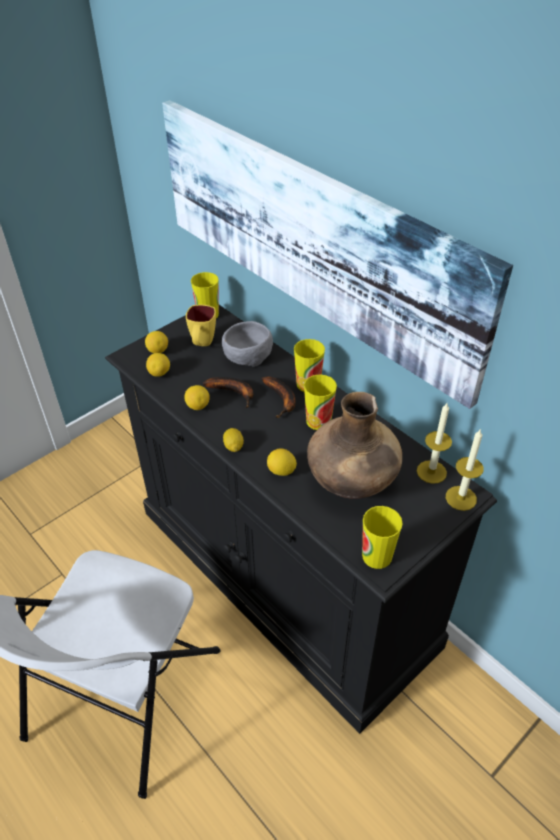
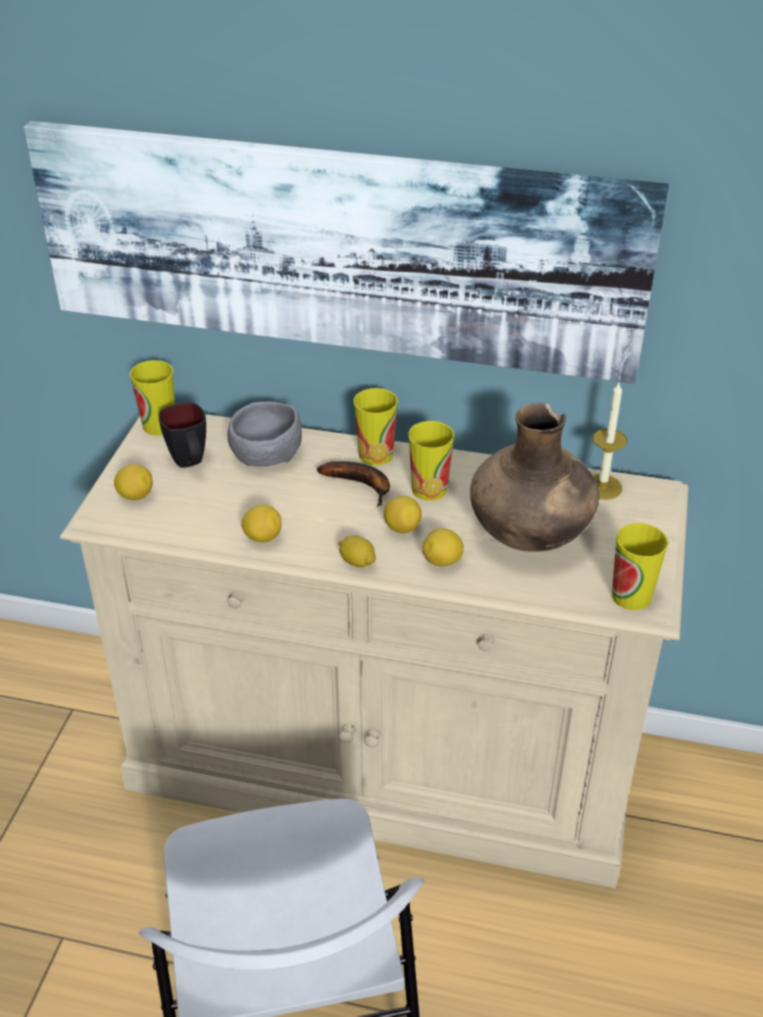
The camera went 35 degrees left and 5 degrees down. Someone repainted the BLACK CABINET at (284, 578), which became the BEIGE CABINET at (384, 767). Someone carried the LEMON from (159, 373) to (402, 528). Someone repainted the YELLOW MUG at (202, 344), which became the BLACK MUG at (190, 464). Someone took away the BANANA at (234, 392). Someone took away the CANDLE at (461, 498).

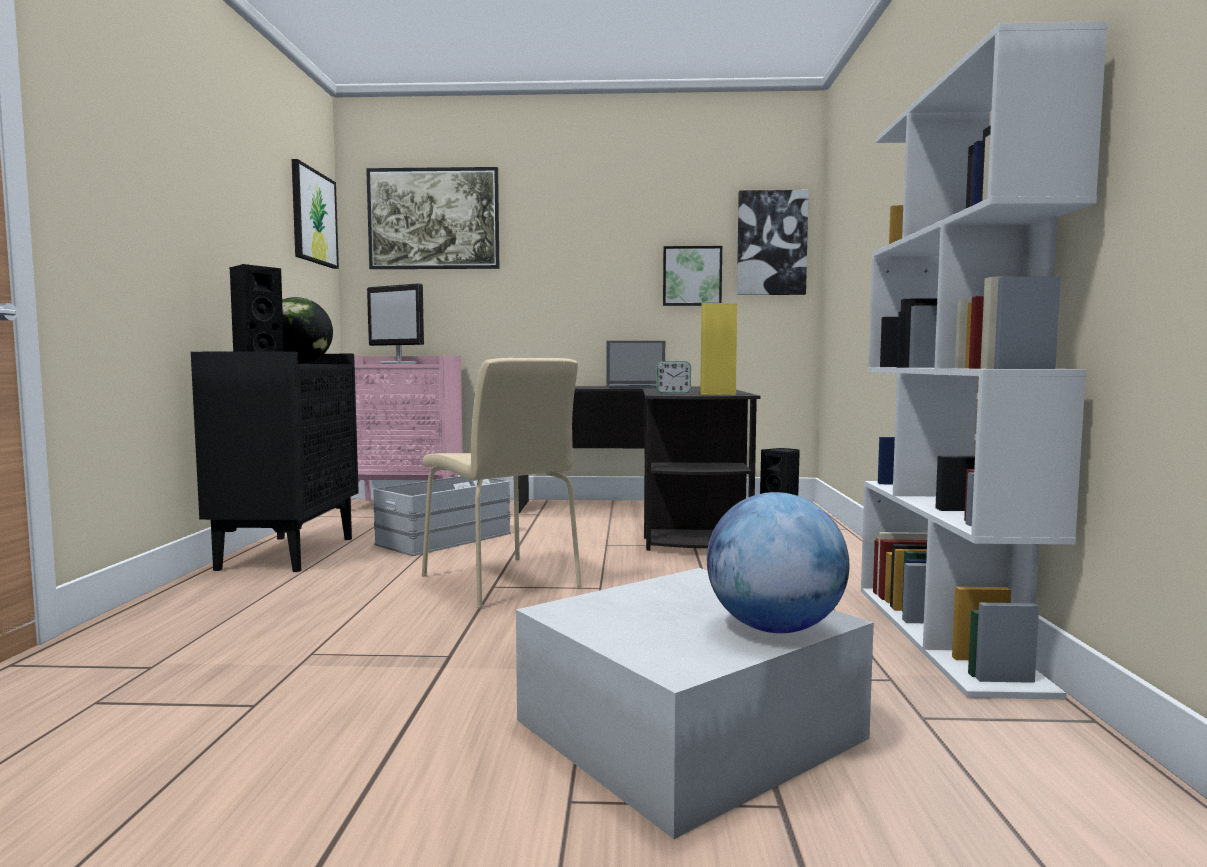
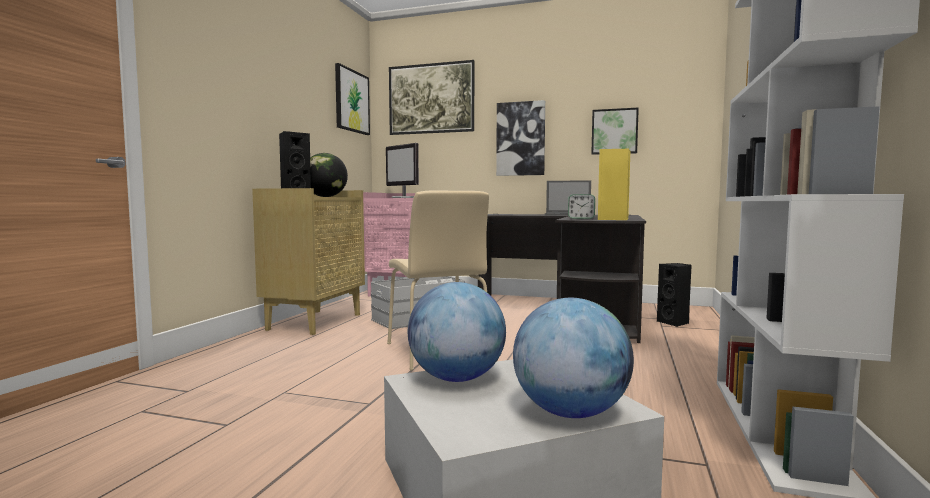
The camera went 15 degrees right and 0 degrees up. Someone repainted the BLACK CABINET at (288, 553), which became the BEIGE CABINET at (315, 322). Someone carried the PICTURE from (771, 243) to (520, 139). Someone put down the GLOBE at (457, 378).

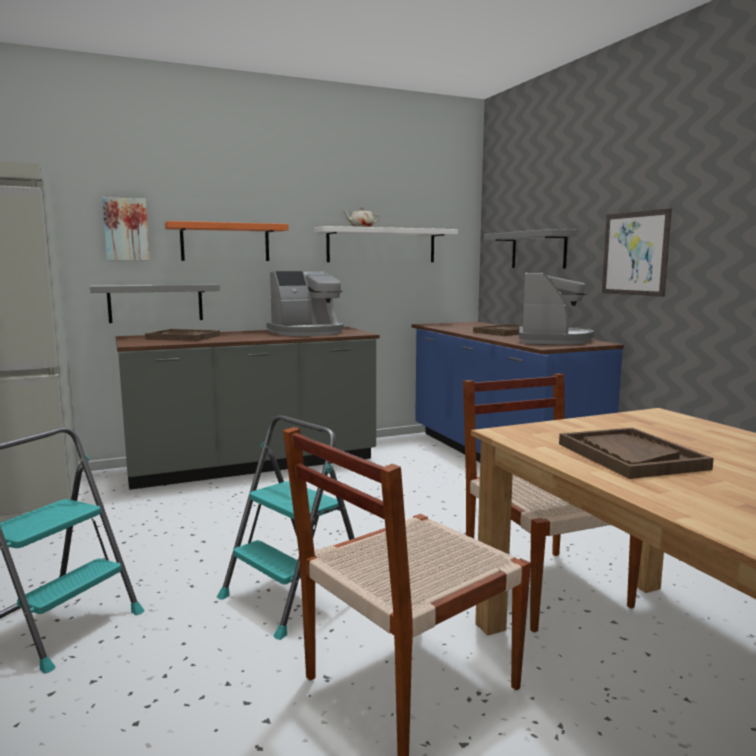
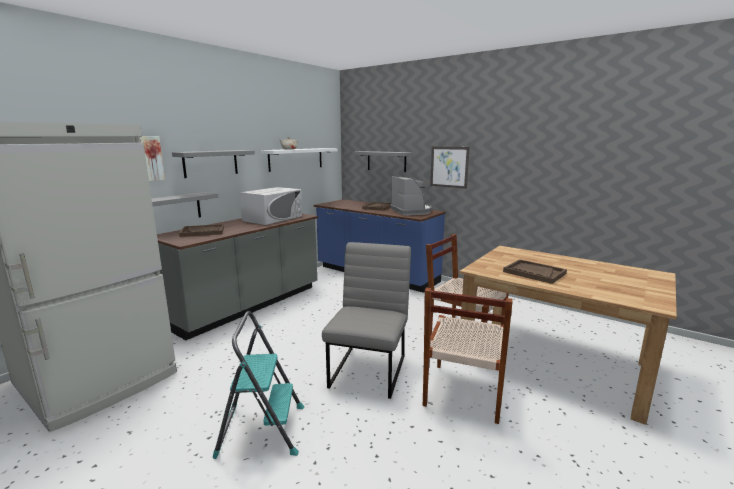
The camera went 30 degrees left and 5 degrees up. Someone repainted the ORANGE SHELF at (225, 242), which became the GREY SHELF at (211, 163). Someone swapped the TURQUOISE STEP LADDER at (300, 592) for the GREY CHAIR at (369, 369). Someone swapped the COFFEE MACHINE at (307, 332) for the WHITE MICROWAVE at (273, 218).

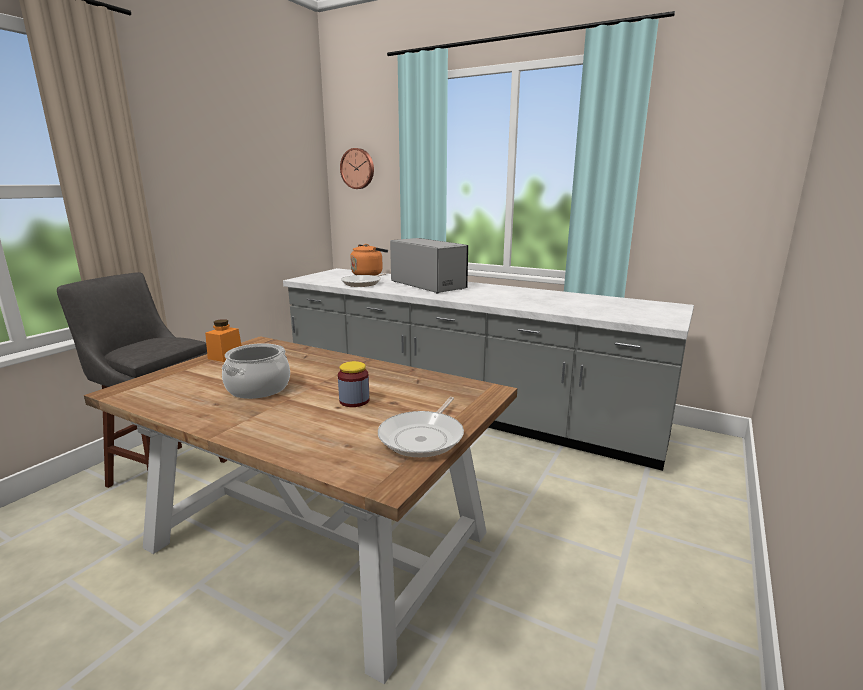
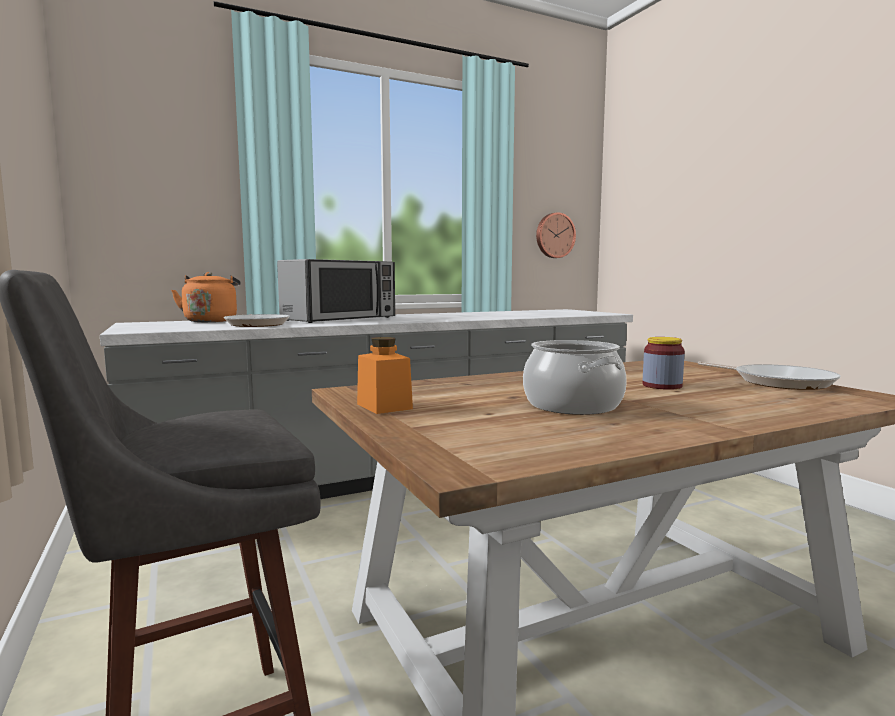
The camera went 55 degrees left and 10 degrees down. Someone carried the WALL CLOCK from (358, 168) to (554, 235). Someone rotated the MICROWAVE at (428, 285) by 135 degrees clockwise.

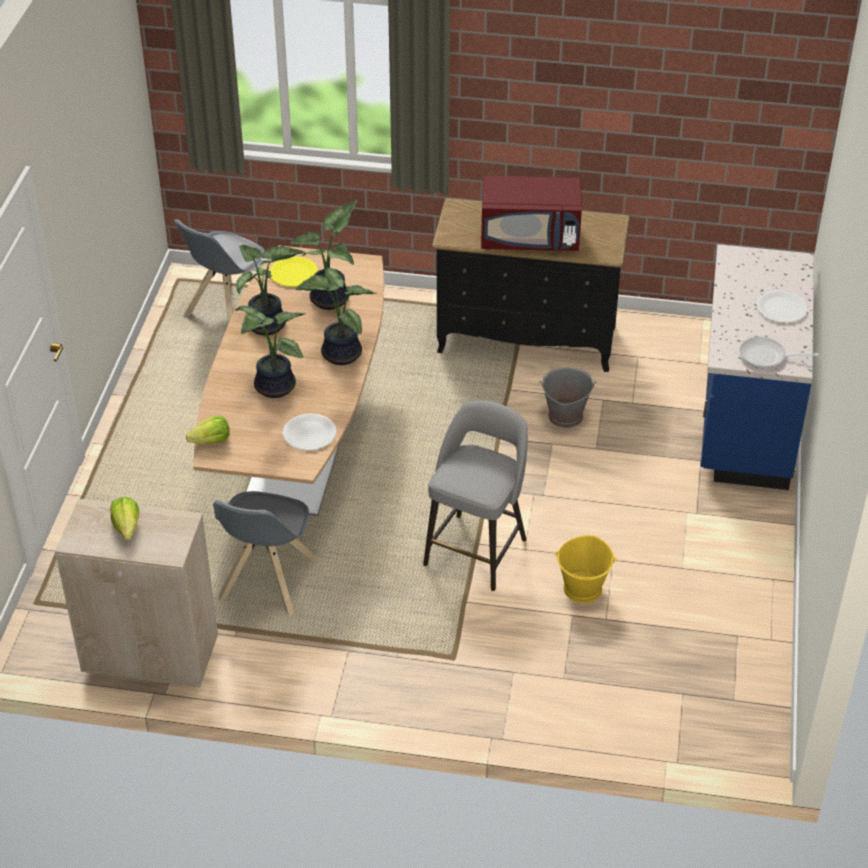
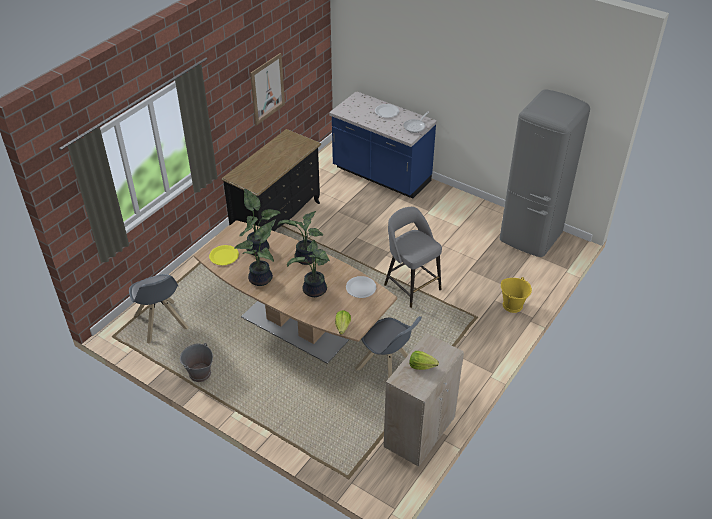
The camera went 65 degrees left and 0 degrees up. Someone took away the RED MICROWAVE at (530, 238). Someone carried the GREY BUCKET from (565, 416) to (199, 374). Someone carried the YELLOW BUCKET from (583, 589) to (513, 305). Someone put up the PICTURE at (267, 89). Someone put down the GREY FRIDGE at (530, 237).

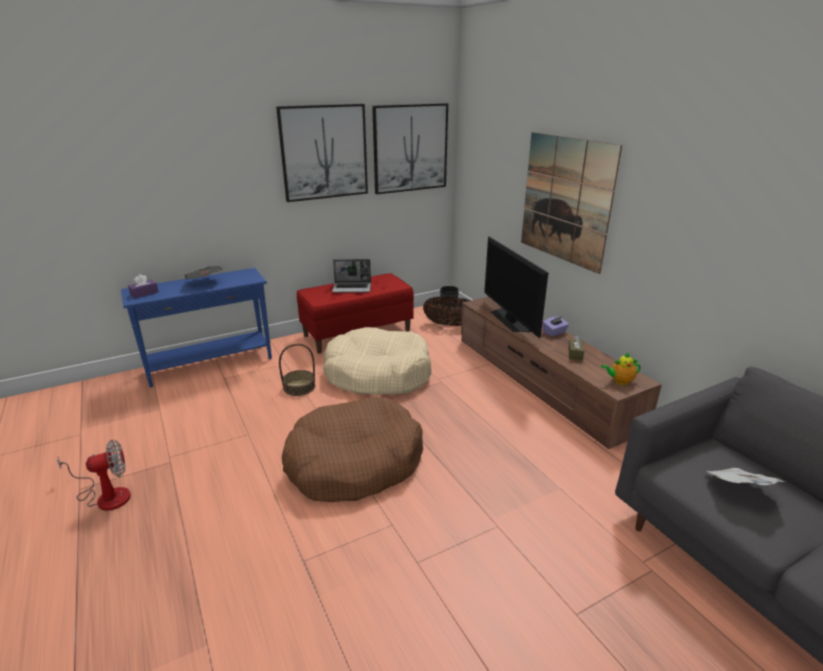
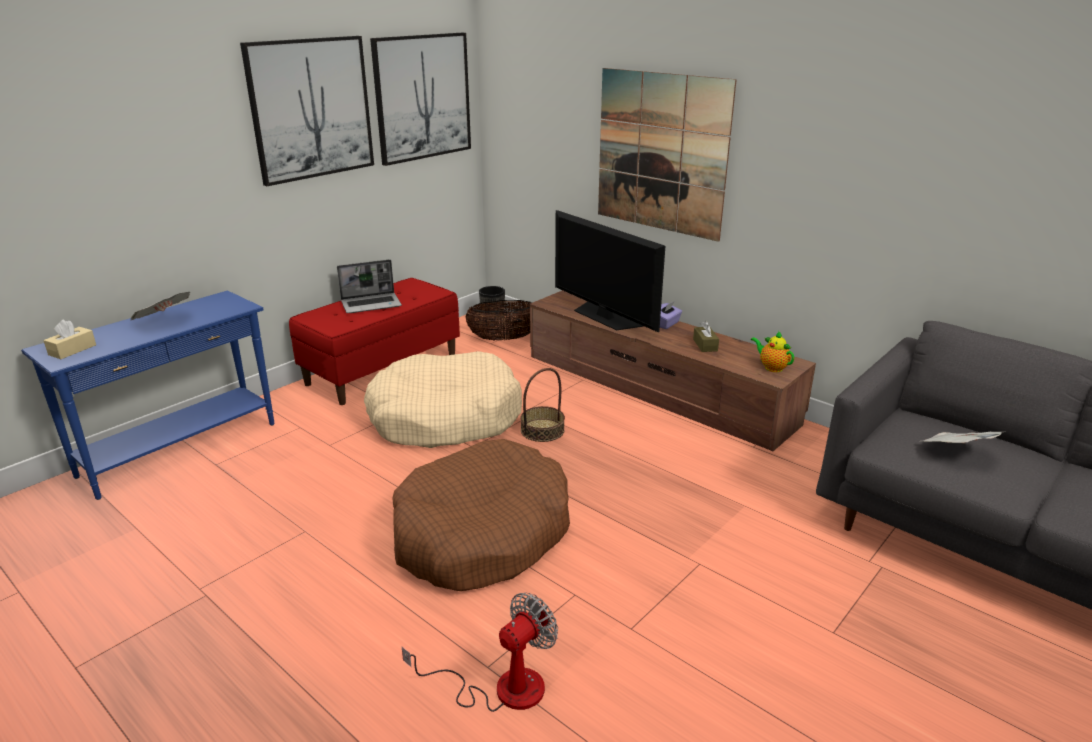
The camera went 20 degrees left and 0 degrees up. Someone carried the FAN from (106, 496) to (501, 688). Someone repainted the PURPLE TISSUE BOX at (144, 293), which became the BEIGE TISSUE BOX at (72, 350). Someone carried the BASKET from (299, 387) to (542, 430). Someone rotated the TEAPOT at (619, 381) by 75 degrees clockwise.

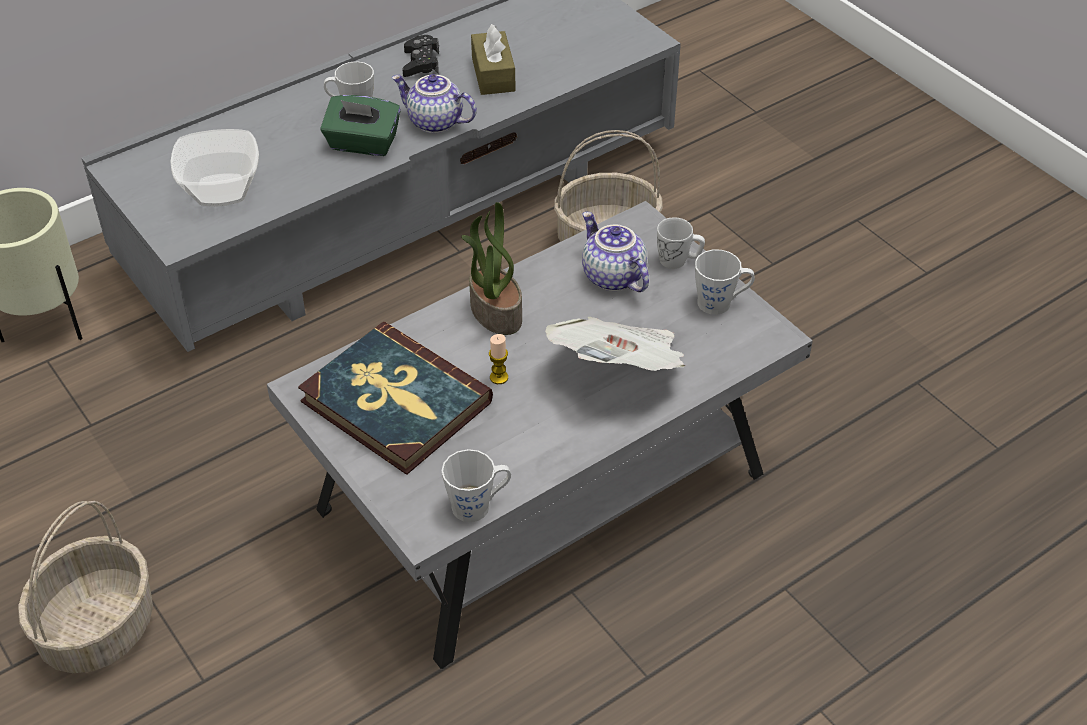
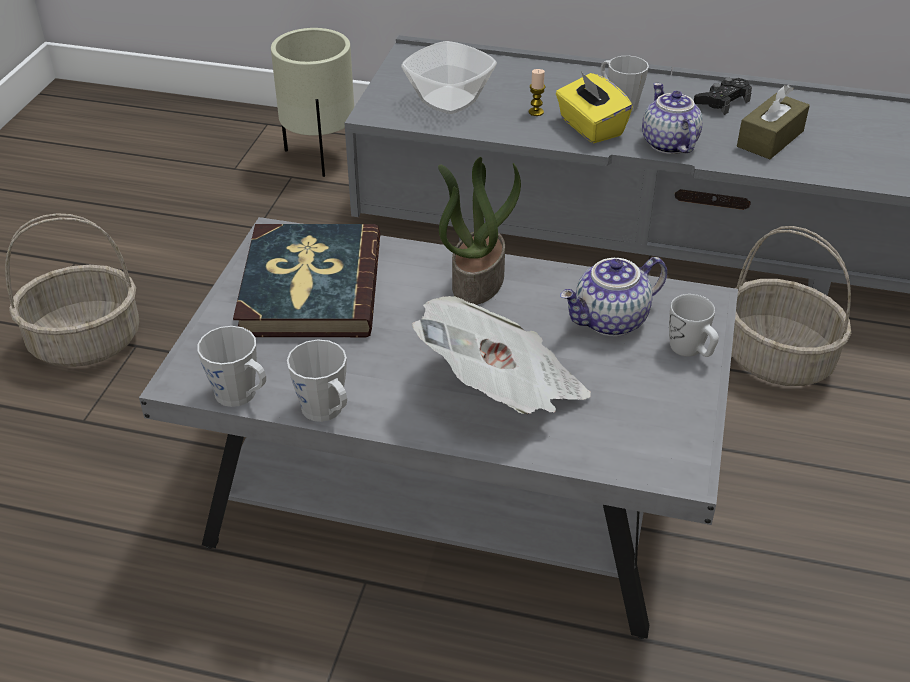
The camera went 50 degrees right and 5 degrees down. Someone repainted the GREEN TISSUE BOX at (362, 144), which became the YELLOW TISSUE BOX at (590, 127). Someone carried the CANDLE from (499, 377) to (536, 112). Someone rotated the TEAPOT at (611, 277) by 135 degrees counterclockwise. Someone carried the GREY MUG from (721, 303) to (326, 412).

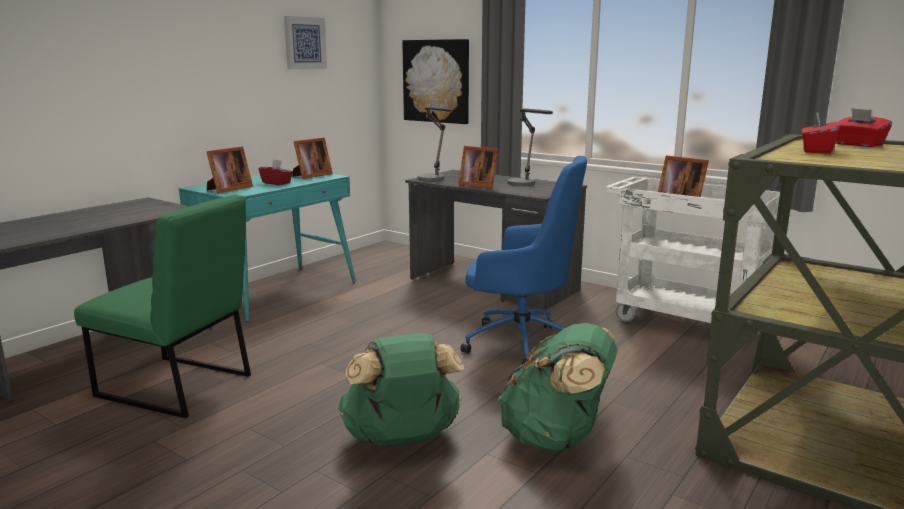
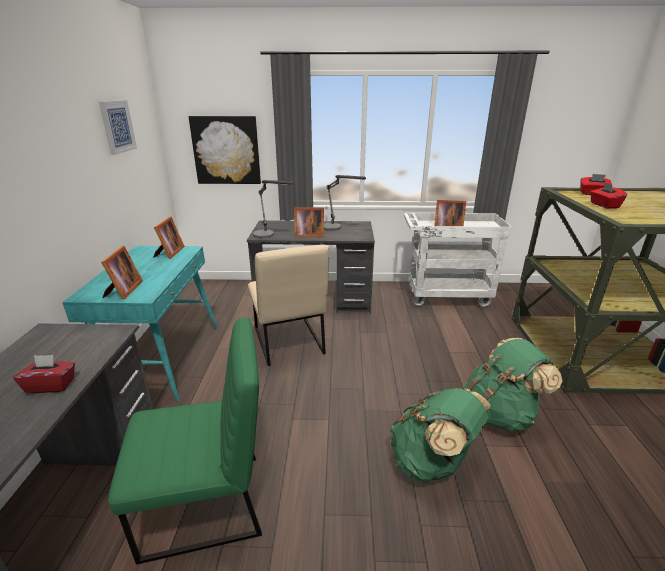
The camera went 35 degrees left and 10 degrees up. Someone carried the RED TISSUE BOX from (276, 183) to (51, 385). Someone took away the BLUE OFFICE CHAIR at (521, 344). Someone put down the BEIGE CHAIR at (288, 342).

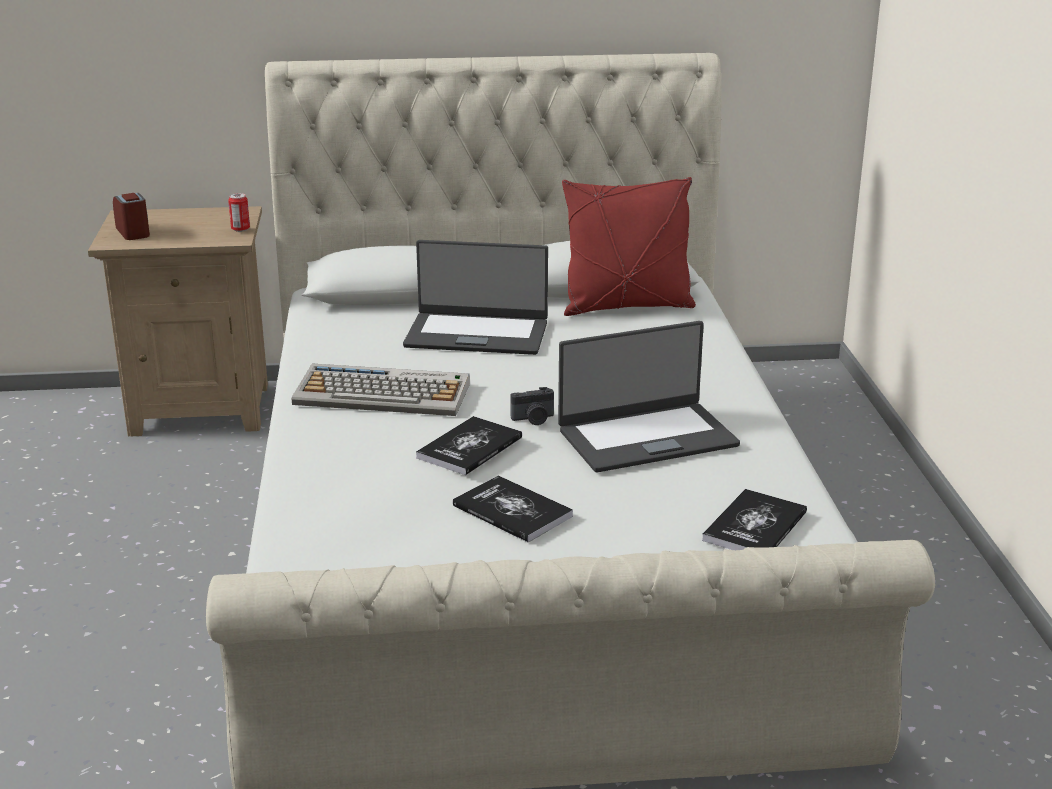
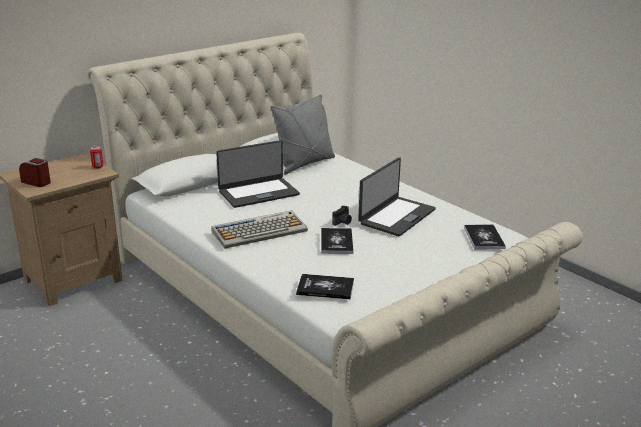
The camera went 35 degrees left and 0 degrees up. Someone carried the BOOK from (512, 511) to (325, 288). Someone repainted the RED PILLOW at (626, 306), which became the GREY PILLOW at (304, 164).

